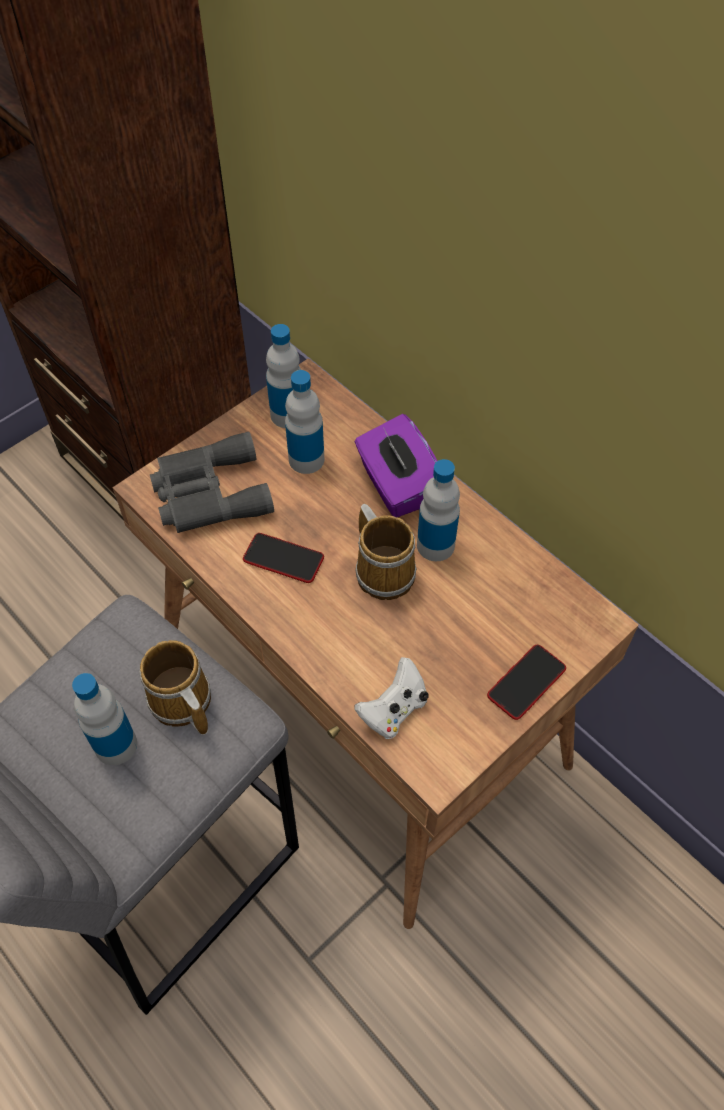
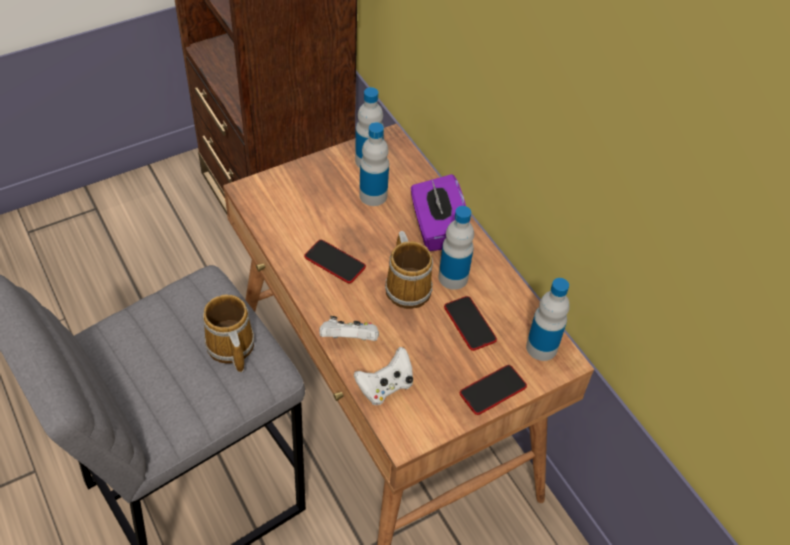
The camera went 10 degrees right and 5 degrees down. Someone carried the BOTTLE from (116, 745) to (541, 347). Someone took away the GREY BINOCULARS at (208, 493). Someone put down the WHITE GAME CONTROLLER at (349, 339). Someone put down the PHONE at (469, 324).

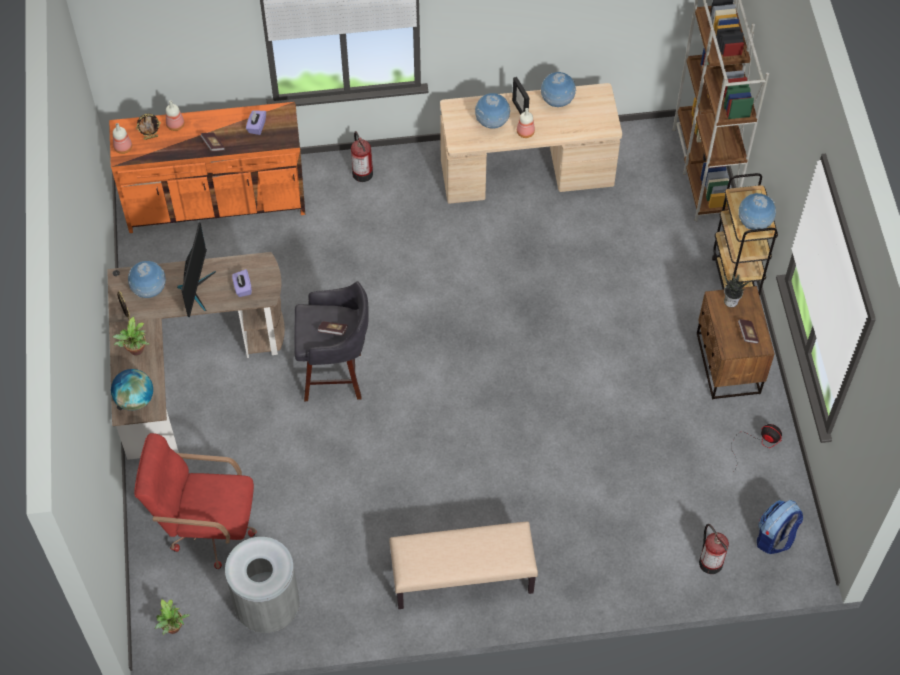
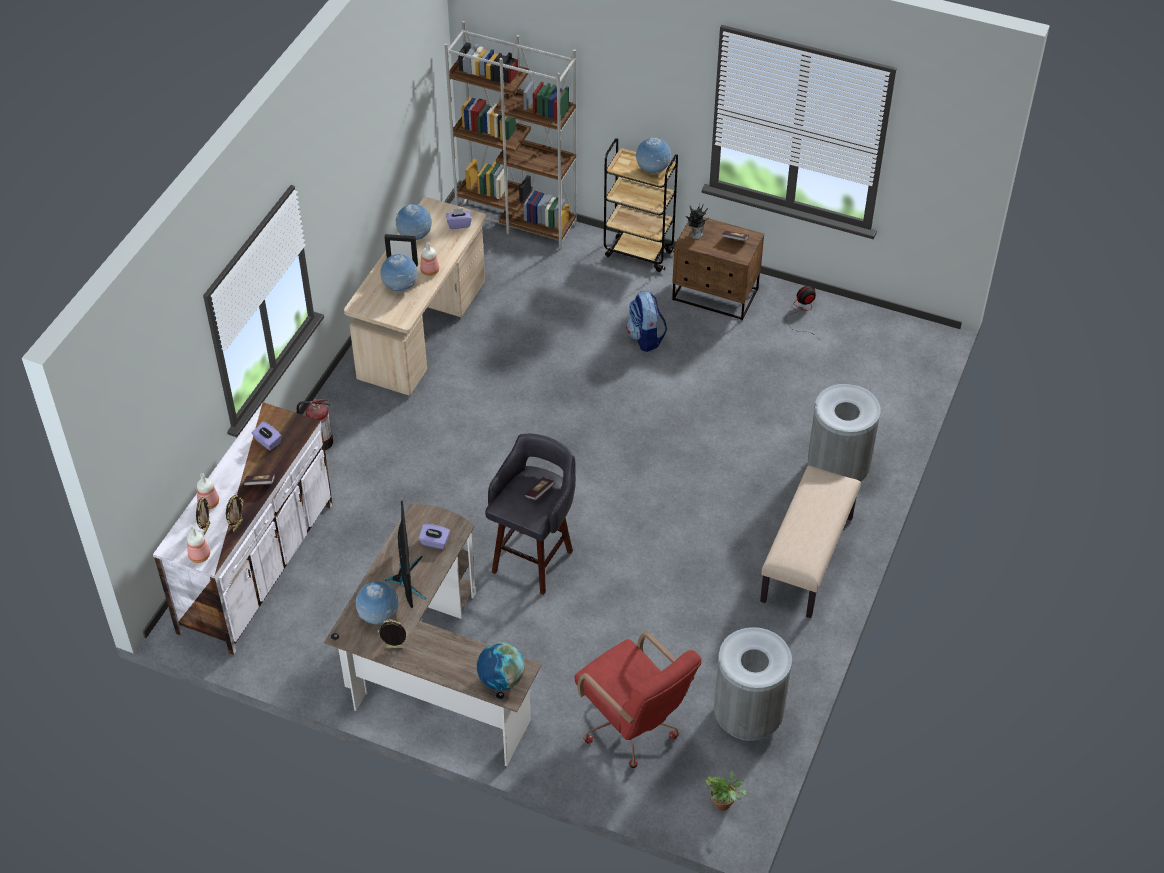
The camera went 60 degrees left and 10 degrees down. Someone repainted the ORANGE CABINET at (217, 202), which became the WHITE CABINET at (259, 566). Someone took away the POTTED PLANT at (136, 351). Someone rotated the RED OFFICE CHAIR at (207, 530) by 75 degrees counterclockwise. Someone rotated the MONITOR at (196, 289) by 45 degrees clockwise. Someone took away the FIRE EXTINGUISHER at (710, 561). Someone carried the BACKPACK from (775, 537) to (645, 338). Someone put down the PICTURE FRAME at (237, 525). Someone put down the PURPLE TISSUE BOX at (459, 224). Someone put down the GREY TRASH CAN at (837, 470).

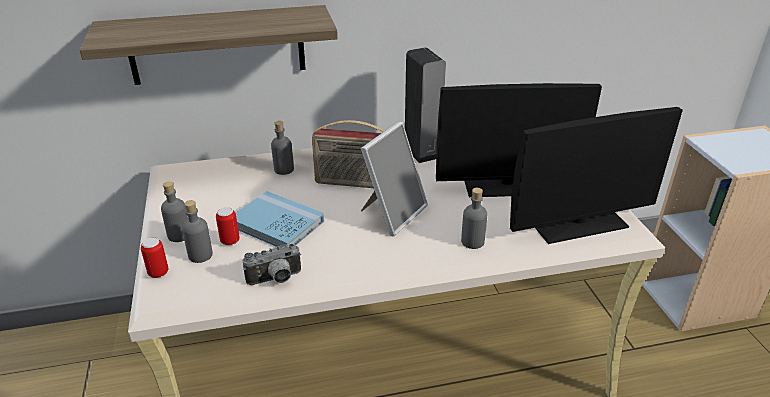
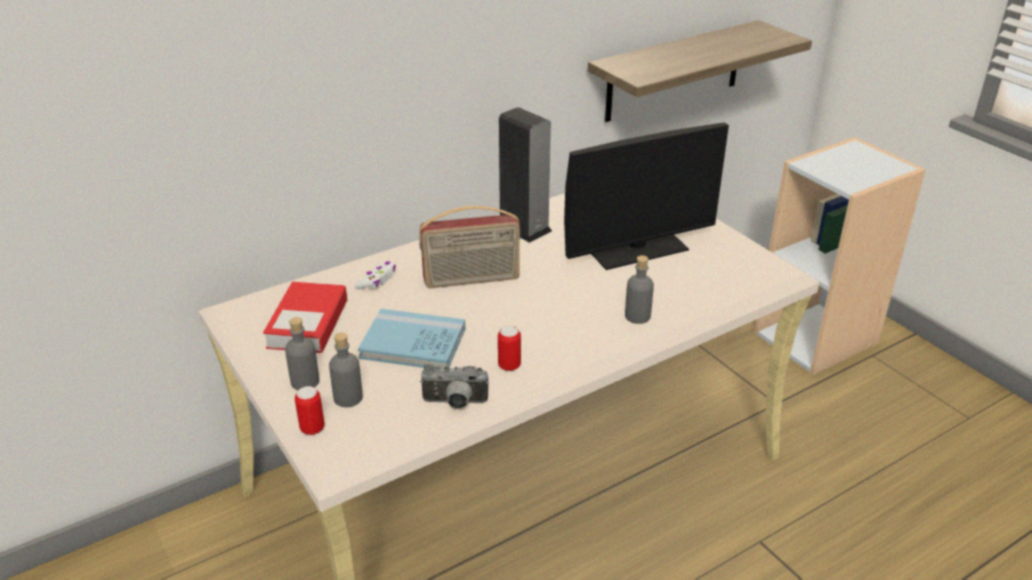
The camera went 20 degrees left and 0 degrees up. Someone carried the SHELF from (217, 45) to (674, 71). Someone carried the CAN from (230, 241) to (509, 366). Someone rotated the PHOTO CAMERA at (275, 280) by 45 degrees clockwise. Someone swapped the GREY BOTTLE at (284, 169) for the WHITE GAME CONTROLLER at (377, 280). Someone took away the PICTURE FRAME at (392, 213). Someone took away the MONITOR at (578, 224). Someone put down the BOOK at (308, 324).

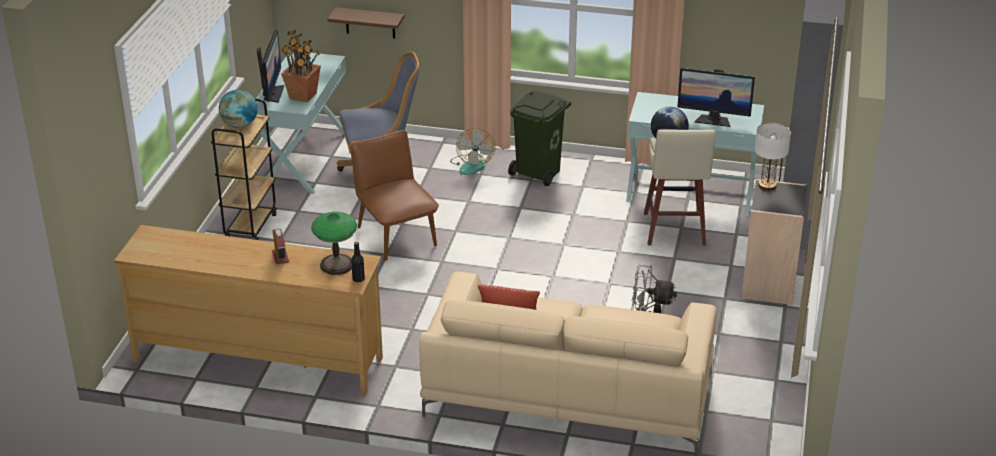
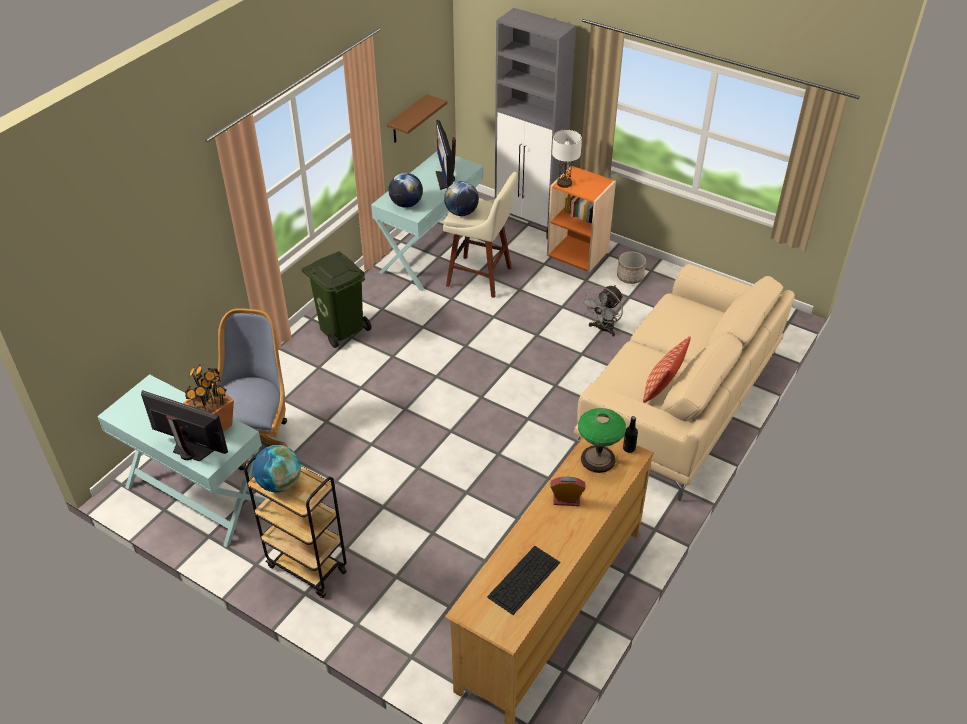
The camera went 70 degrees left and 10 degrees up. Someone carried the BROWN SHELF from (370, 23) to (407, 120). Someone took away the BROWN CHAIR at (396, 236). Someone took away the FAN at (472, 165). Someone rotated the MONITOR at (713, 120) by 135 degrees clockwise. Someone repainted the BLACK BOOKCASE at (769, 284), which became the ORANGE BOOKCASE at (578, 253). Someone put down the GLOBE at (406, 204). Someone put down the KEYBOARD at (524, 580). Someone put down the PLANTER at (630, 276).

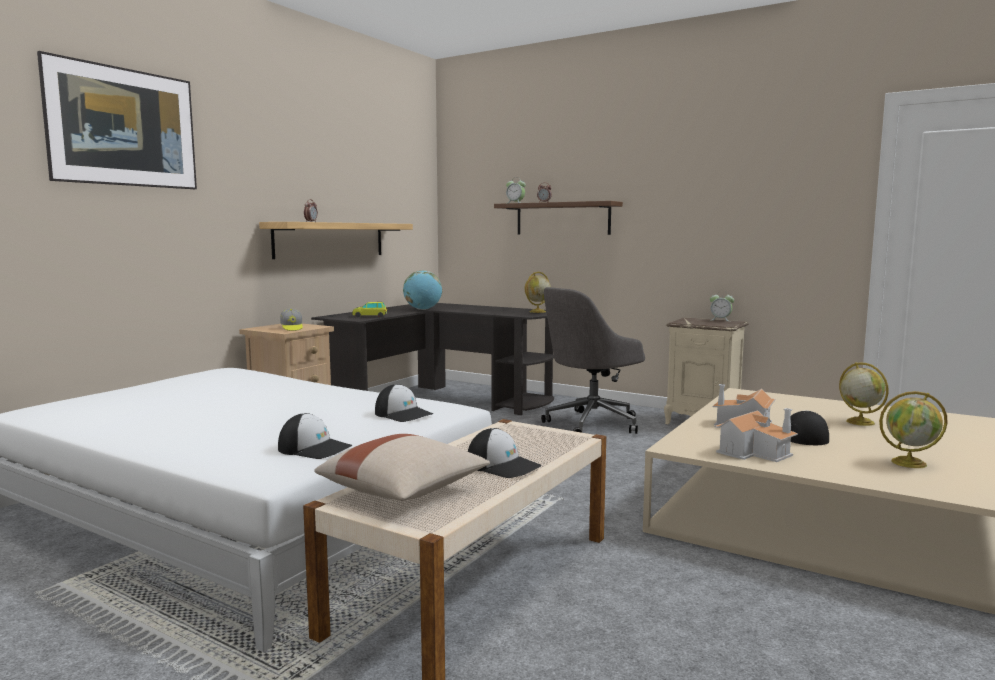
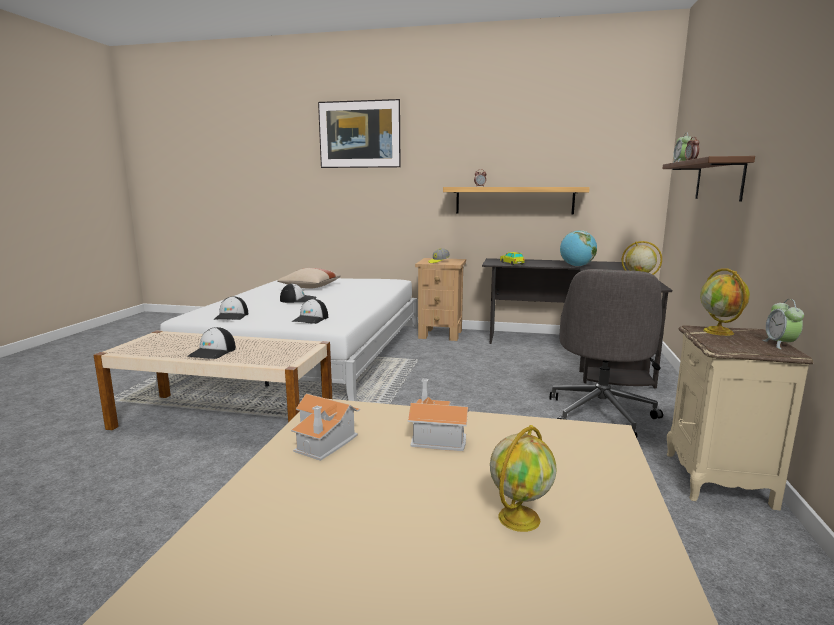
The camera went 70 degrees right and 5 degrees up. Someone carried the BEIGE PILLOW from (404, 491) to (309, 288). Someone rotated the GREY OFFICE CHAIR at (592, 424) by 105 degrees counterclockwise. Someone carried the CAP from (802, 436) to (298, 300). Someone carried the GLOBE from (909, 463) to (719, 332).

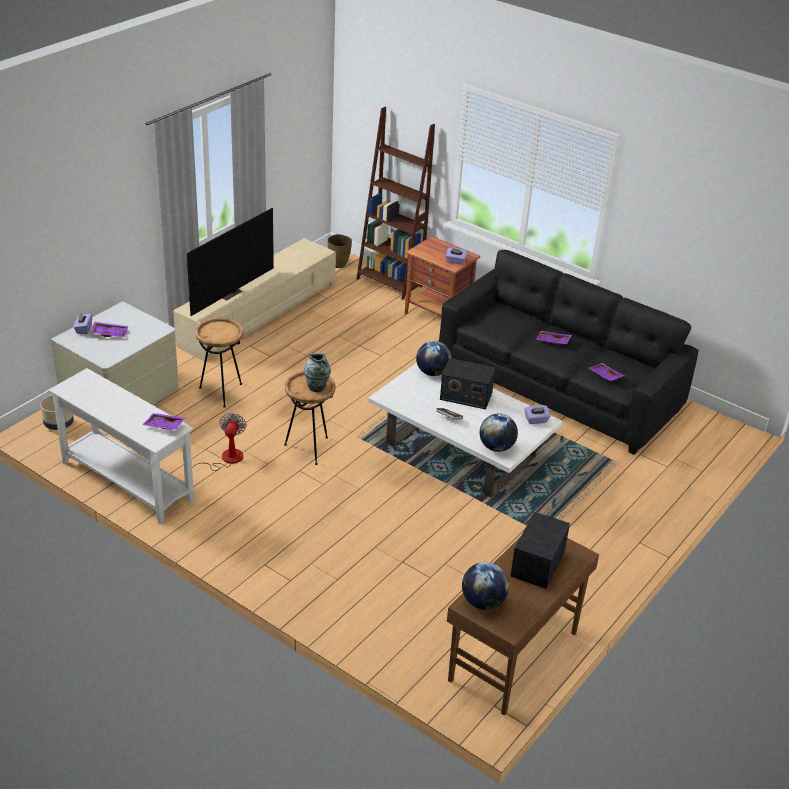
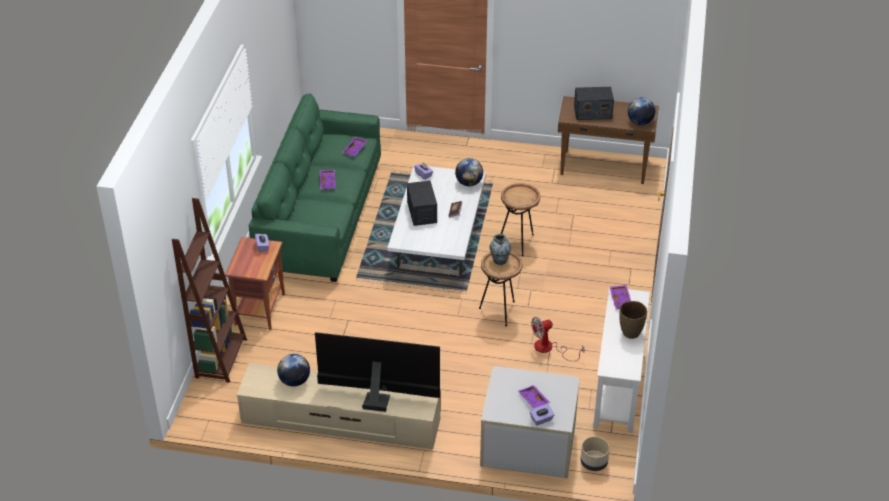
The camera went 115 degrees left and 5 degrees up. Someone carried the BROWN SIDE TABLE from (221, 392) to (518, 243). Someone carried the BROWN VASE from (339, 264) to (630, 333). Someone carried the GLOBE from (432, 372) to (294, 381). Someone repainted the BLACK SOFA at (558, 388), which became the GREEN SOFA at (321, 216).

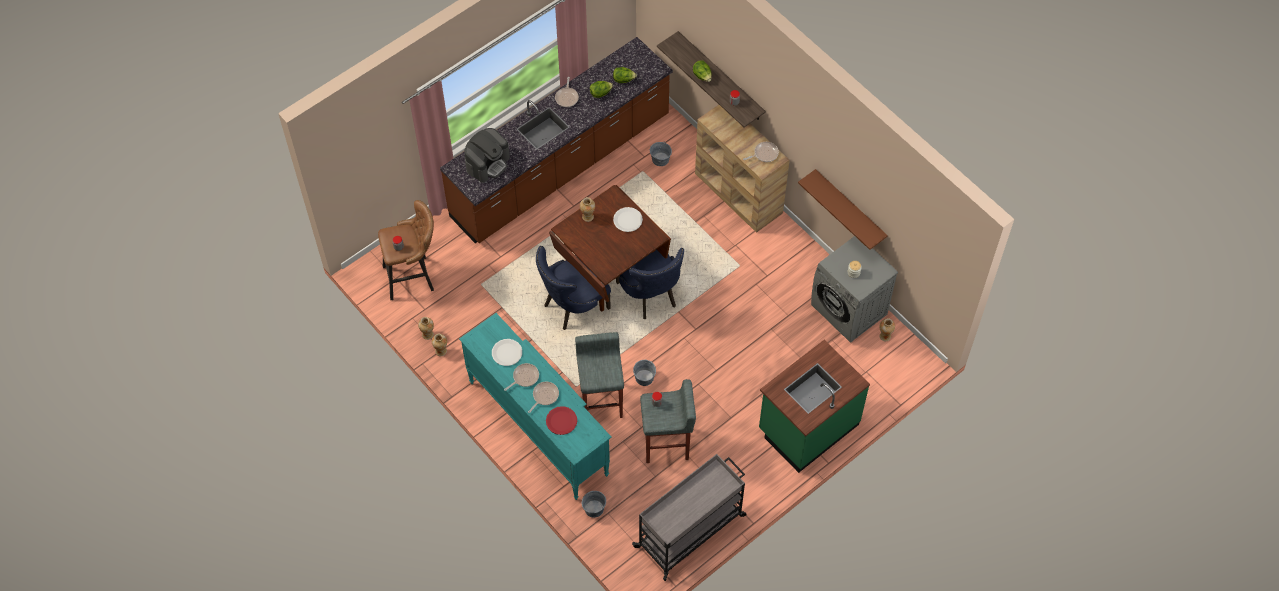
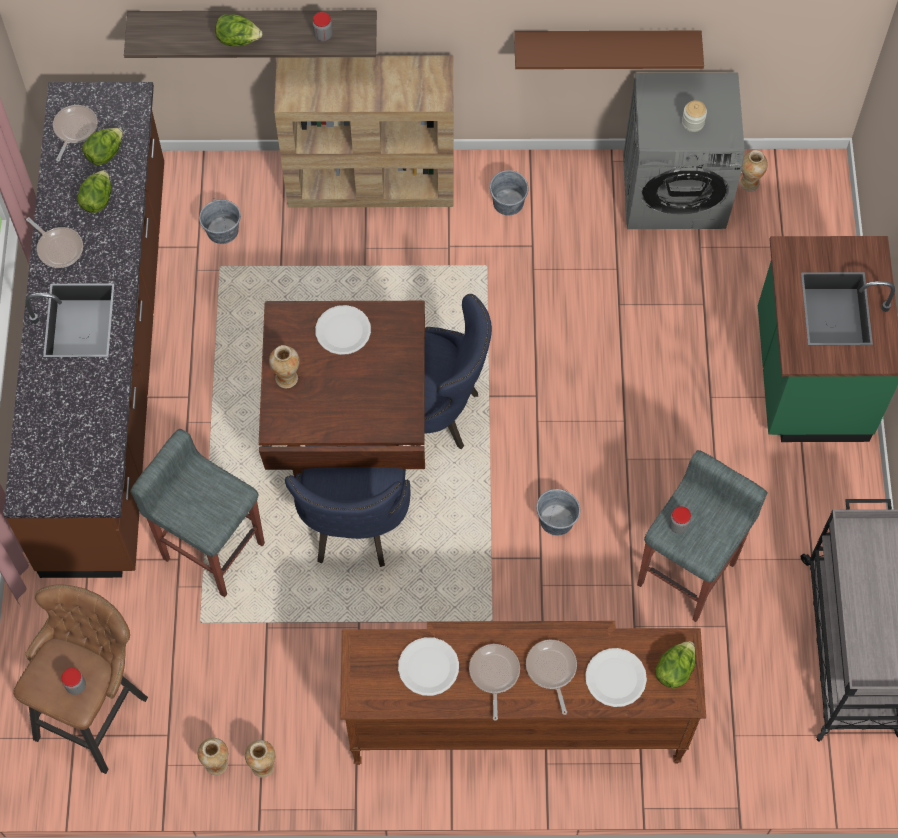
The camera went 50 degrees left and 5 degrees up. Someone repainted the TURQUOISE CABINET at (539, 428), which became the BROWN CABINET at (515, 724). Someone took away the COFFEE MACHINE at (487, 163). Someone repainted the RED PLATE at (561, 421), which became the WHITE PLATE at (615, 678). Someone carried the GREY STOOL from (601, 400) to (213, 549). Someone carried the GREY BUCKET from (594, 509) to (508, 202). Someone carried the FRYING PAN from (764, 154) to (74, 130). Someone put down the LETTUCE at (674, 670).

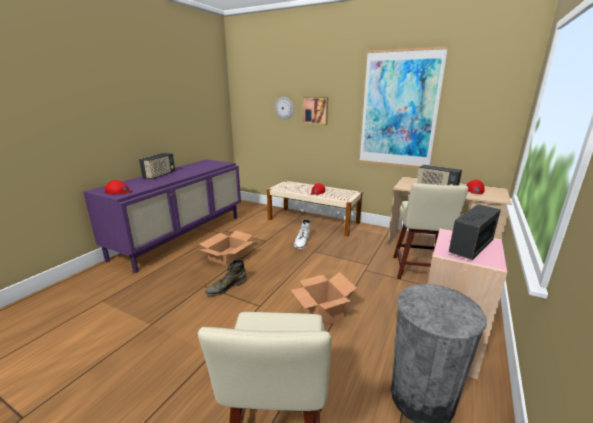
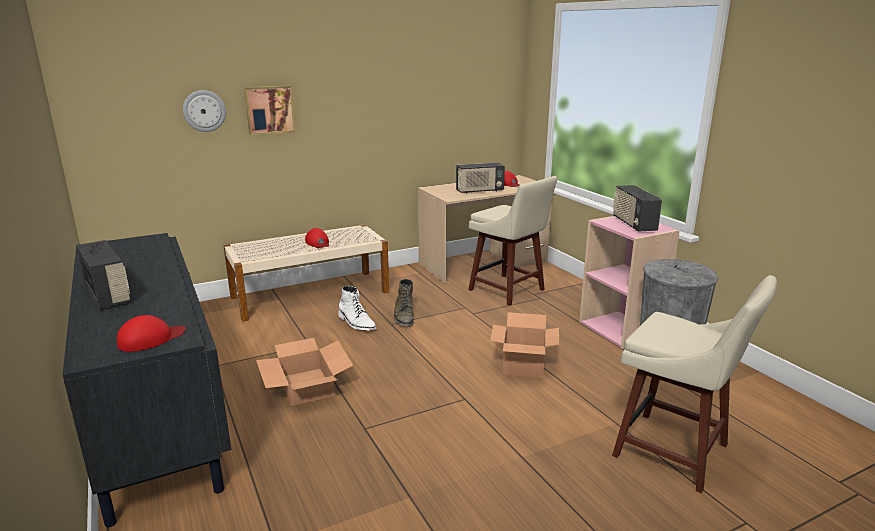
The camera went 55 degrees left and 0 degrees up. Someone repainted the PURPLE CABINET at (182, 236), which became the BLACK CABINET at (158, 412). Someone carried the GREEN BOOT from (226, 287) to (404, 316). Someone took away the PICTURE at (399, 110).

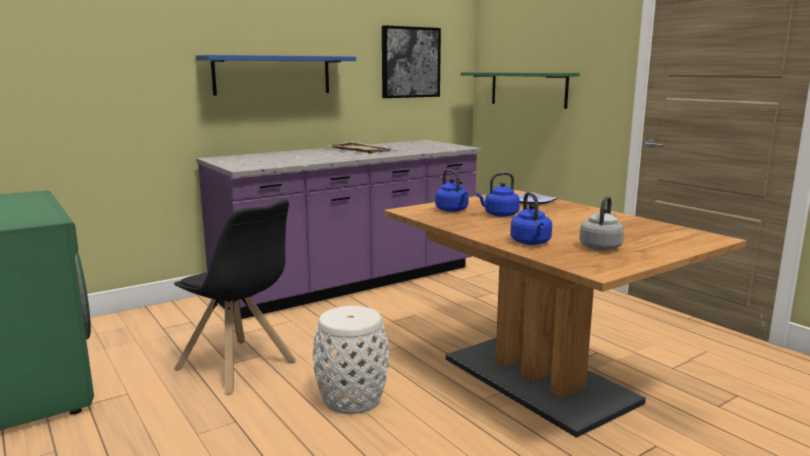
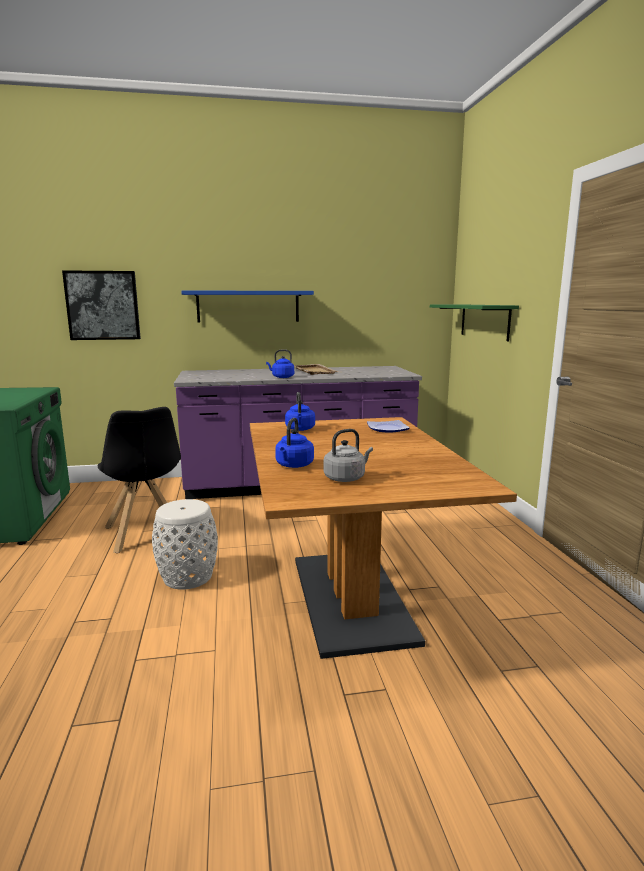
The camera went 25 degrees right and 0 degrees up. Someone carried the PICTURE from (410, 62) to (103, 305). Someone carried the BLUE KETTLE from (499, 215) to (281, 377).

